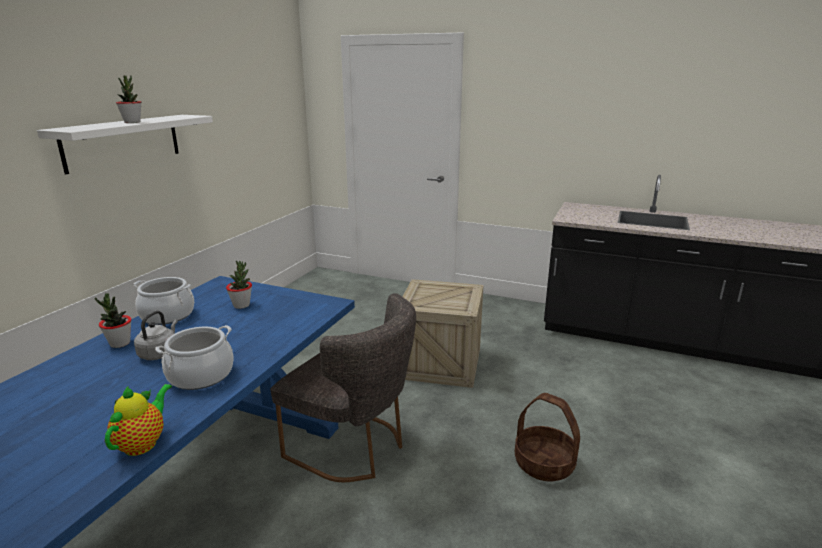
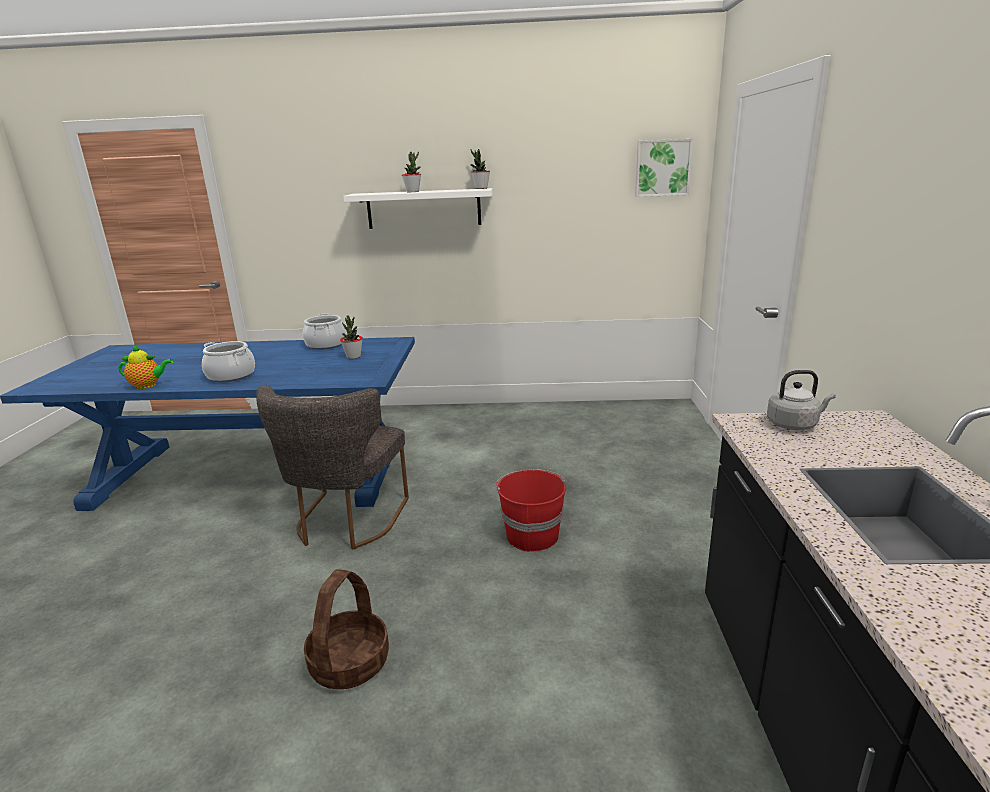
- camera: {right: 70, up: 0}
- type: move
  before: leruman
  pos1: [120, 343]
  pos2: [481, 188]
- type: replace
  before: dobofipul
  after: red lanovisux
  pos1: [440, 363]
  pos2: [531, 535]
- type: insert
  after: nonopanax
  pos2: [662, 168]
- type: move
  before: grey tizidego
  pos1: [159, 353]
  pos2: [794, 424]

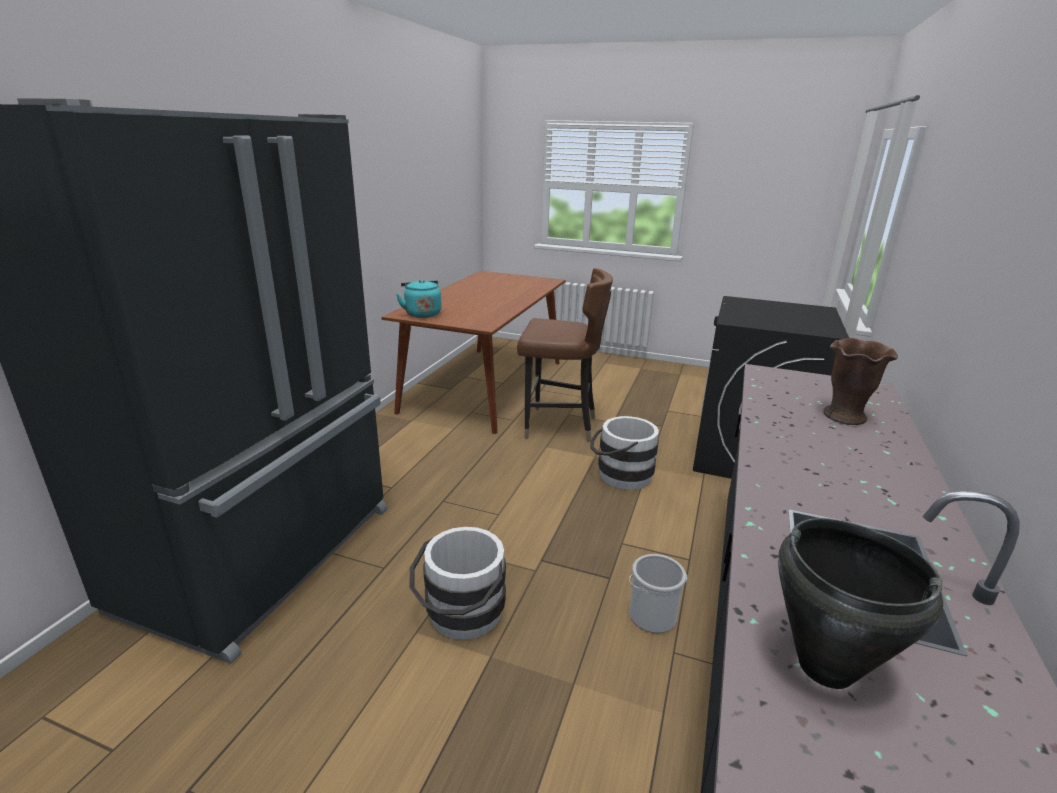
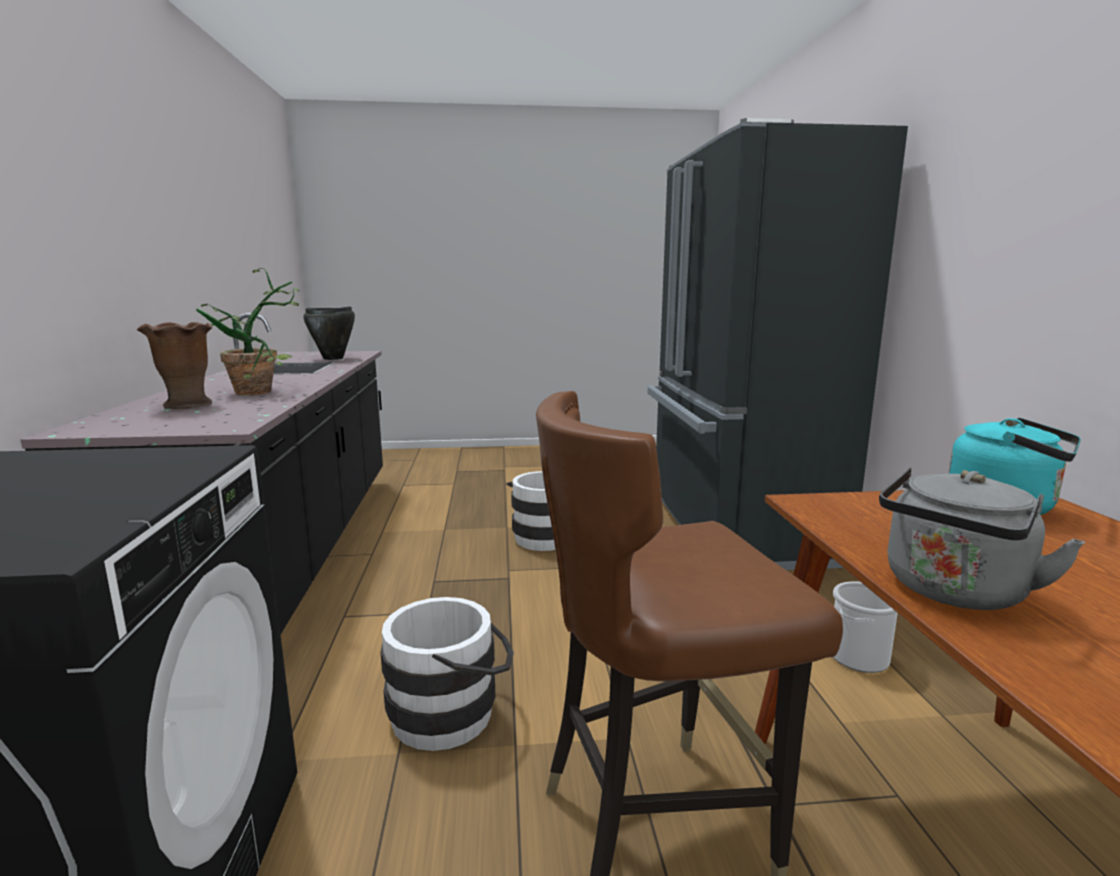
- camera: {right: 155, up: -10}
- type: insert
  after: leruman
  pos2: [264, 391]
- type: move
  before: lanovisux
  pos1: [652, 616]
  pos2: [858, 657]
- type: insert
  after: grey tizidego
  pos2: [952, 592]

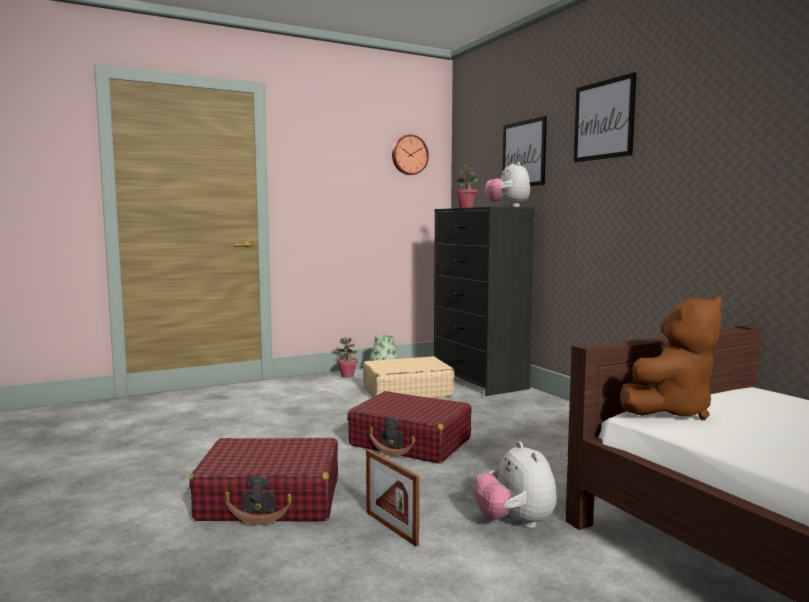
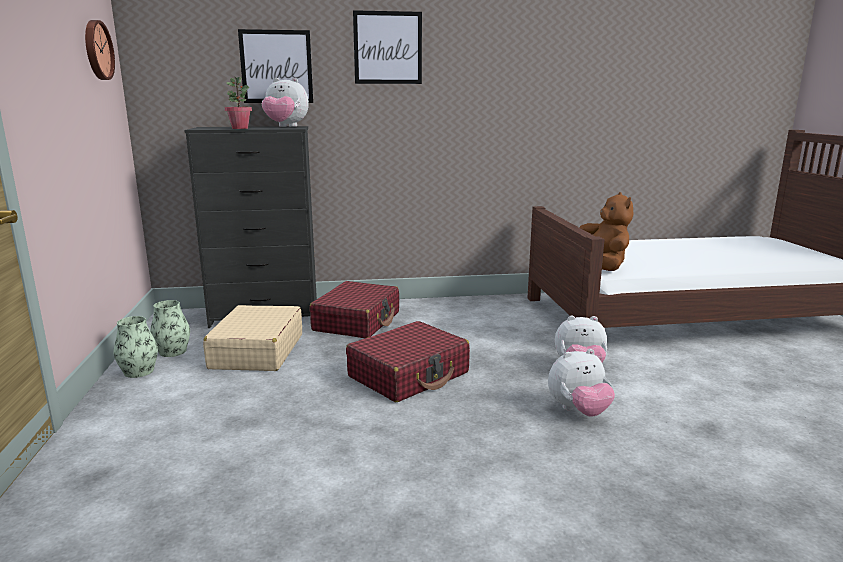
- camera: {right: -70, up: 10}
- type: replace
  before: leruman
  after: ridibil
  pos1: [347, 376]
  pos2: [139, 371]
- type: move
  before: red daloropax
  pos1: [271, 499]
  pos2: [357, 321]
- type: replace
  before: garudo
  after: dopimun
  pos1: [391, 528]
  pos2: [578, 411]

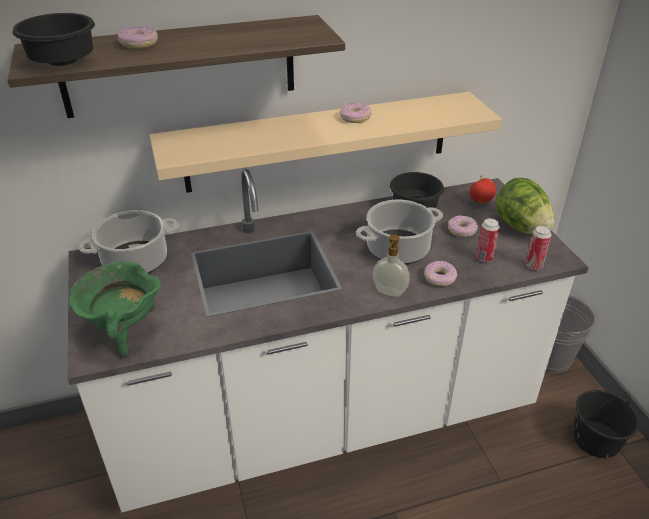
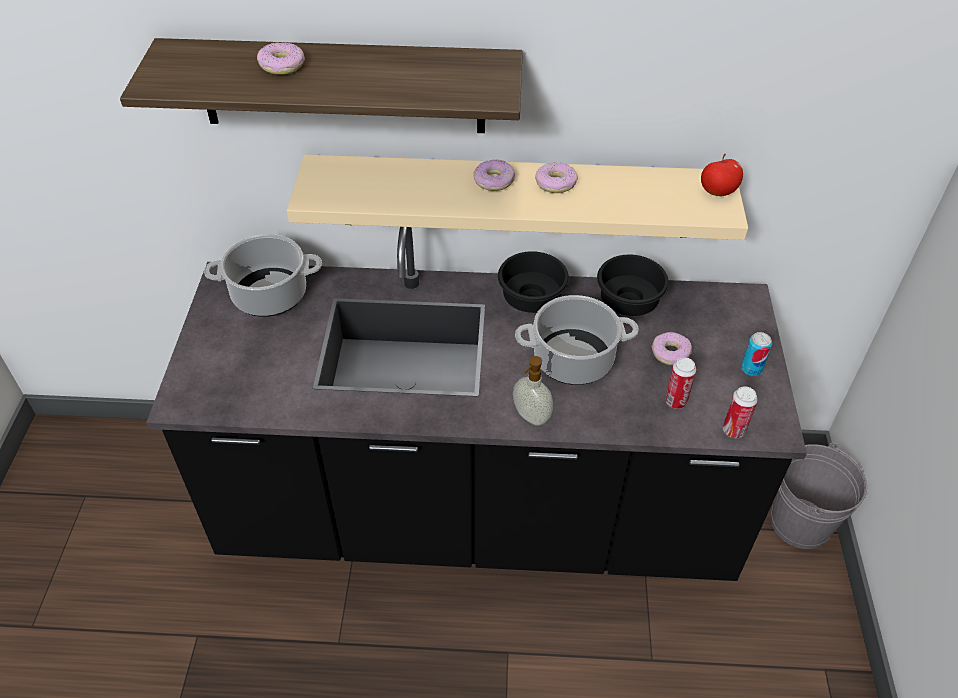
- camera: {right: 20, up: 10}
- type: recolor
  before: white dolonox
  after: black dolonox
  pos1: [324, 418]
  pos2: [477, 514]
- type: move
  before: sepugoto
  pos1: [440, 278]
  pos2: [494, 181]
- type: move
  before: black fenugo
  pos1: [63, 61]
  pos2: [532, 297]
- type: move
  before: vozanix
  pos1: [481, 201]
  pos2: [718, 192]
- type: replace
  before: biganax
  after: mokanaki
  pos1: [520, 227]
  pos2: [751, 368]
- type: delete
  before: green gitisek
  pos1: [124, 332]
- type: delete
  before: black lanovisux
  pos1: [596, 439]

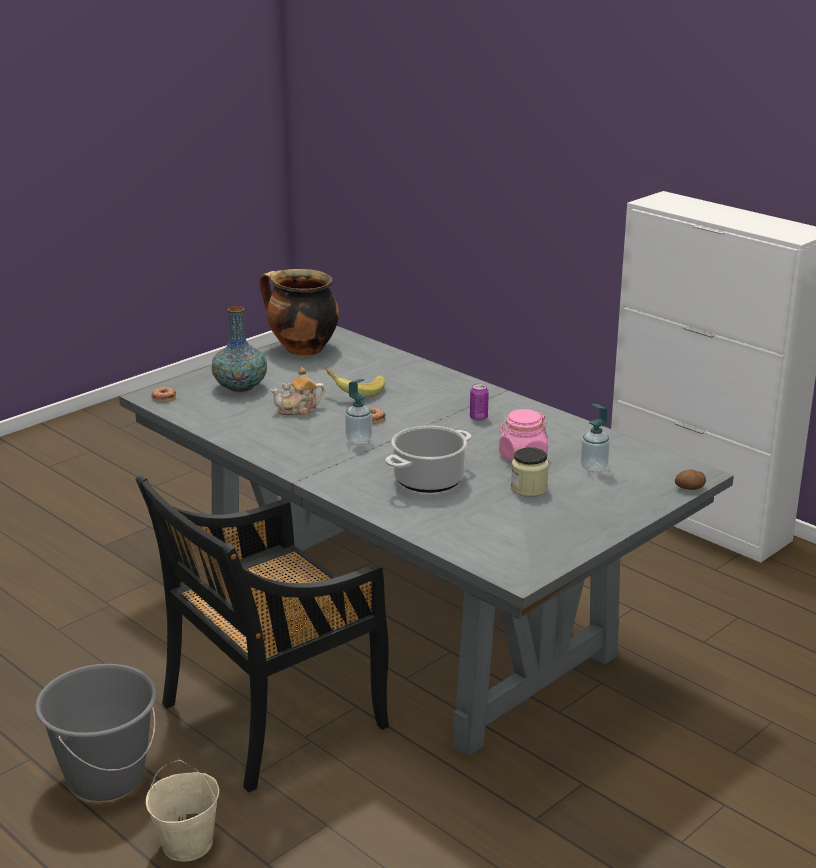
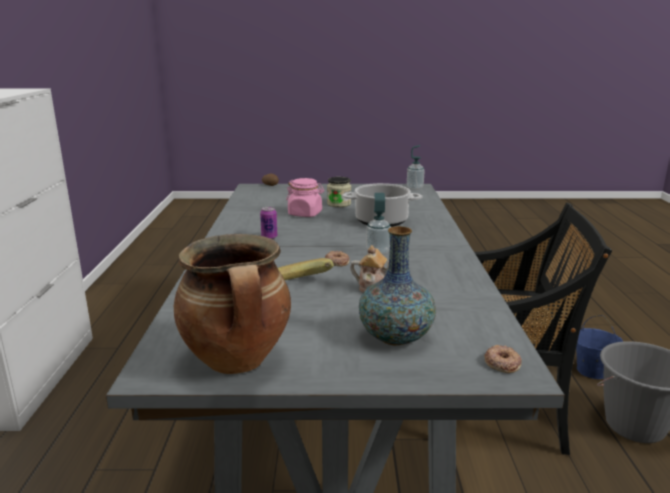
- camera: {right: -135, up: -5}
- type: move
  before: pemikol
  pos1: [594, 467]
  pos2: [414, 188]
- type: recolor
  before: beige lanovisux
  after: blue lanovisux
  pos1: [187, 843]
  pos2: [592, 371]

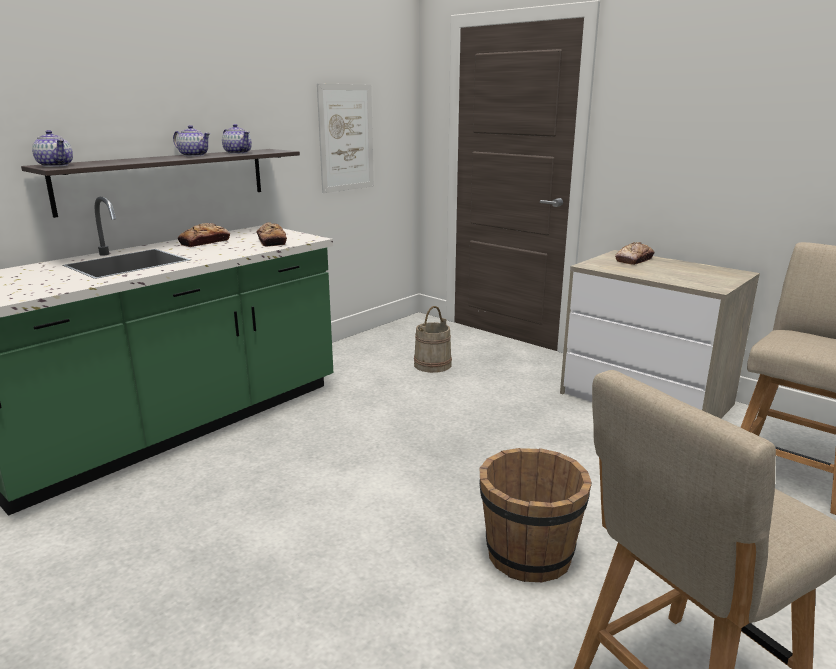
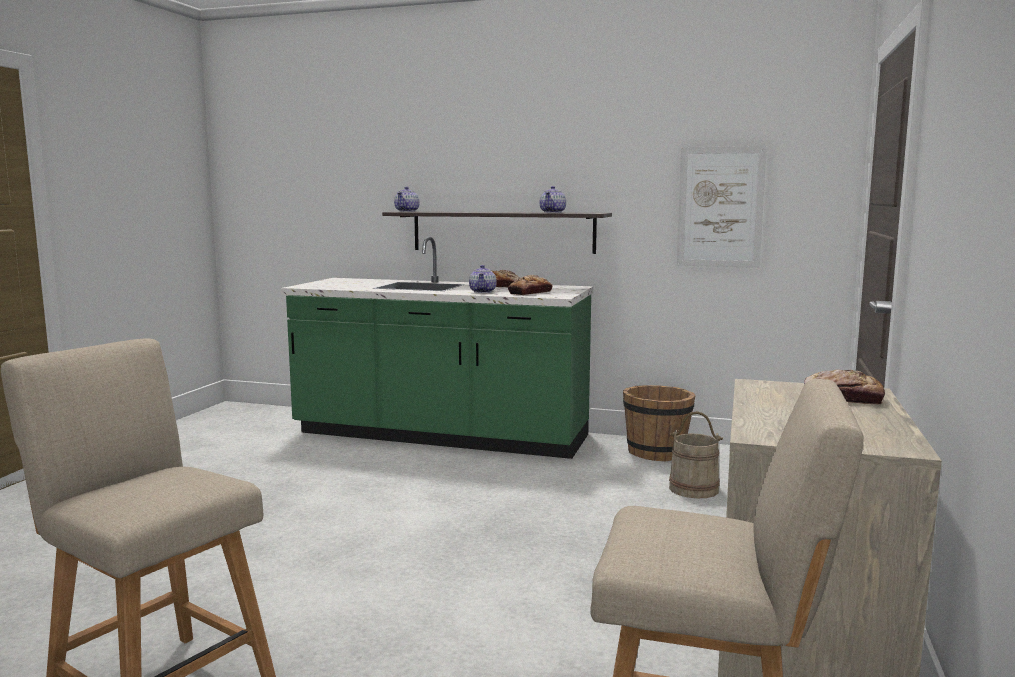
- camera: {right: 65, up: -10}
- type: move
  before: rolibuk
  pos1: [193, 155]
  pos2: [483, 291]
- type: move
  before: brown lanovisux
  pos1: [528, 554]
  pos2: [656, 452]

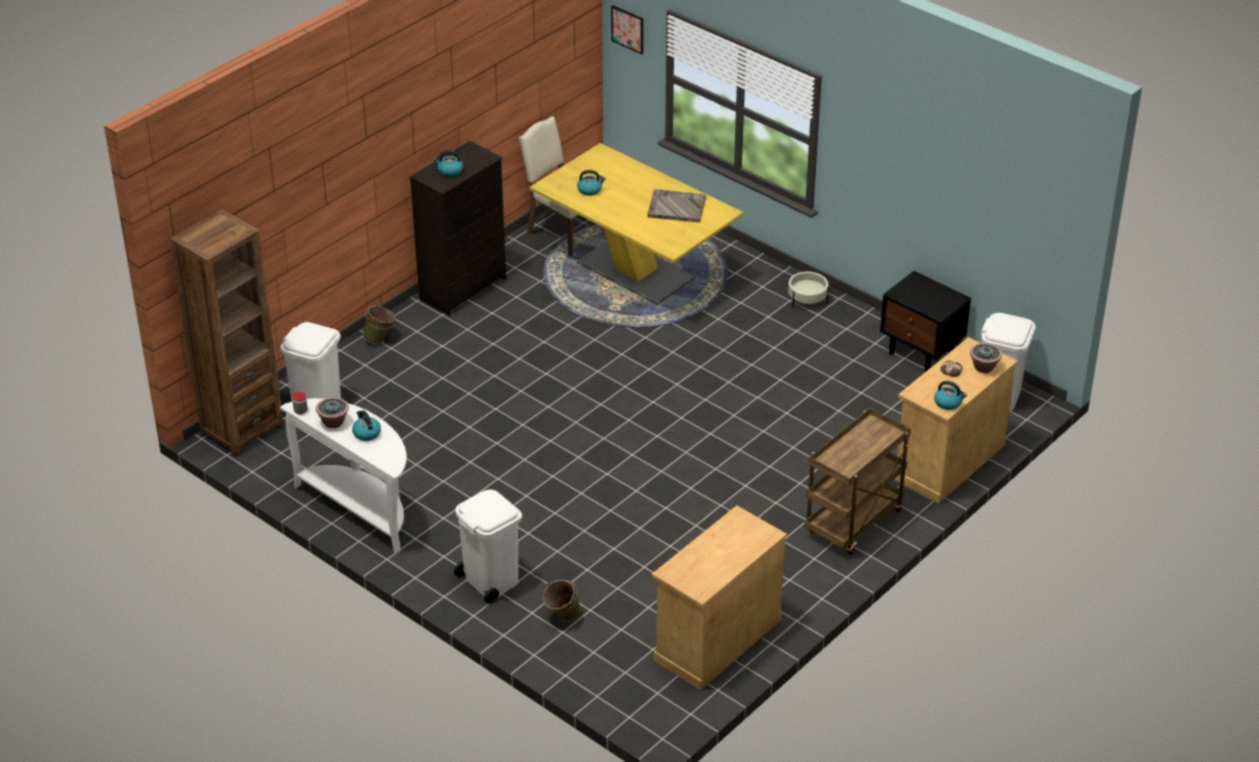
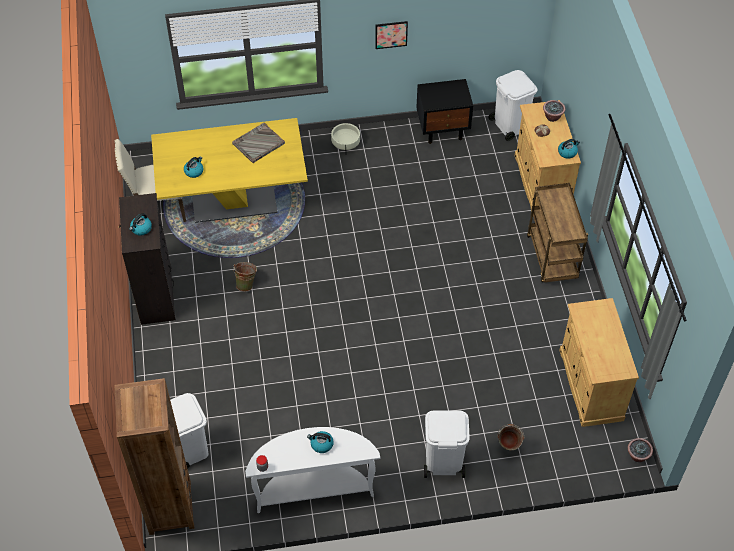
- camera: {right: -50, up: 15}
- type: move
  before: green lanovisux
  pos1: [380, 339]
  pos2: [246, 284]
- type: move
  before: nonopanax
  pos1: [627, 29]
  pos2: [391, 34]
- type: move
  before: leruman
  pos1: [333, 422]
  pos2: [637, 456]

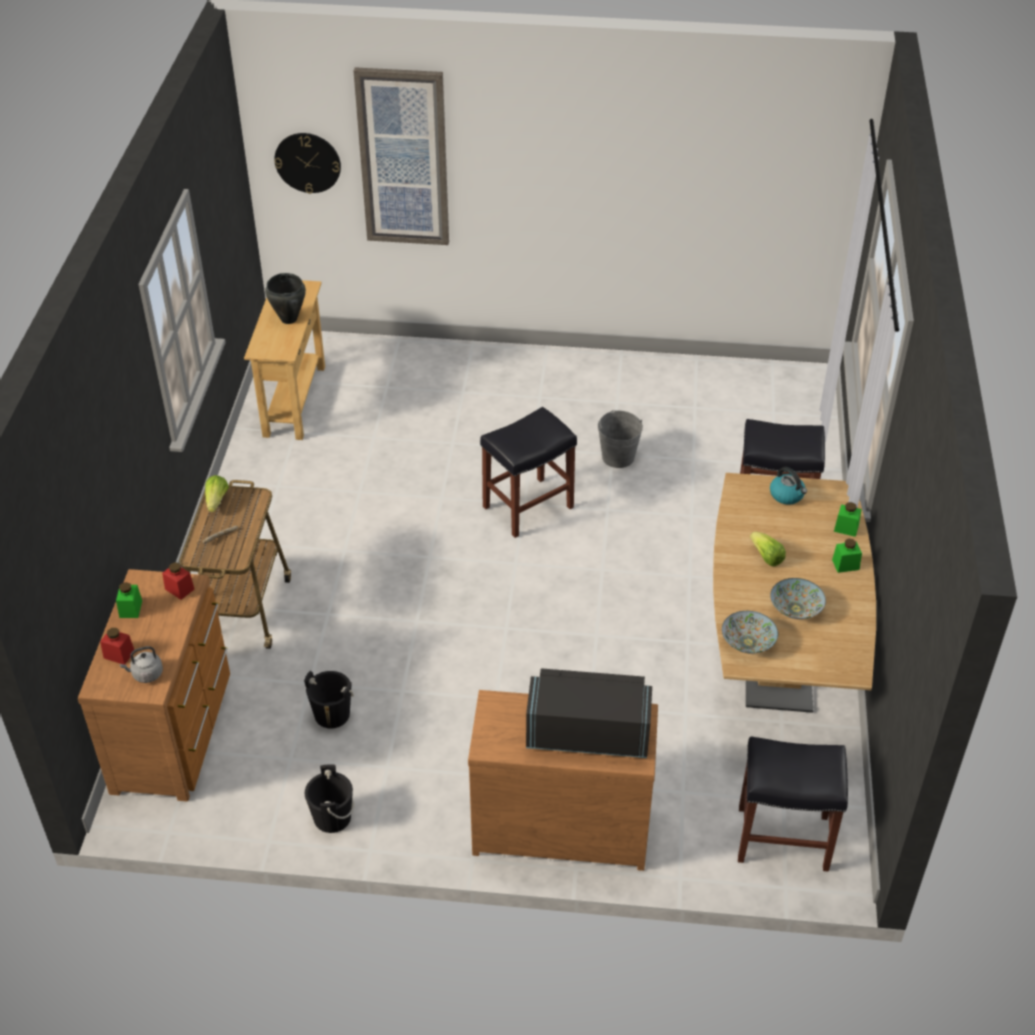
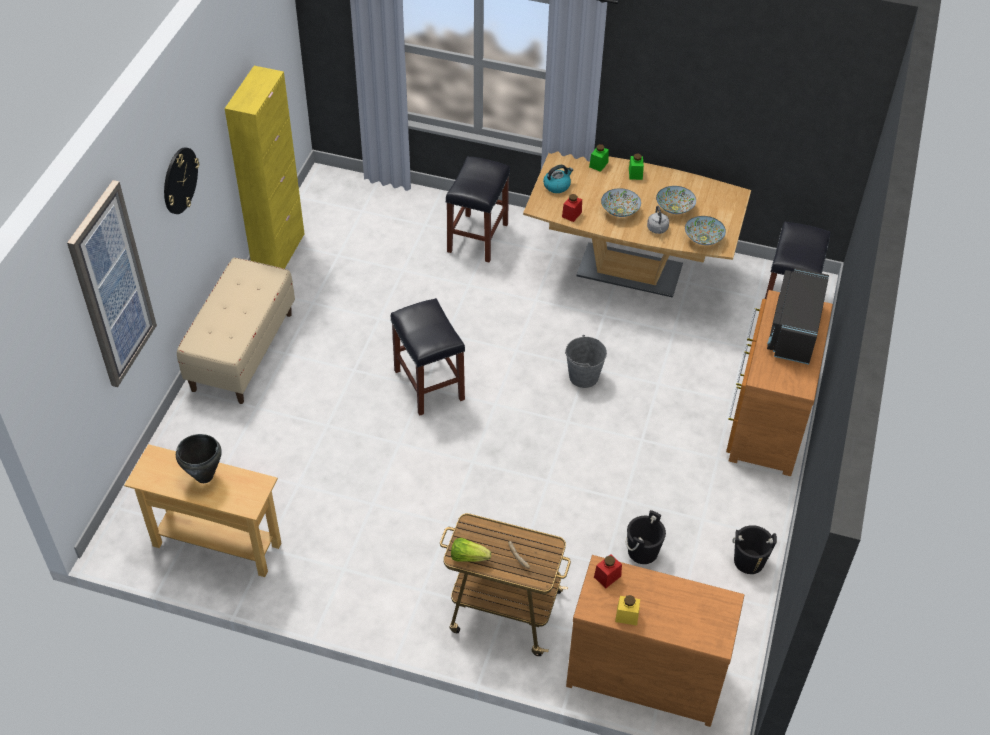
- camera: {right: -80, up: 5}
- type: move
  before: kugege
  pos1: [308, 162]
  pos2: [179, 180]
- type: insert
  after: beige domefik
  pos2: [242, 351]
- type: insert
  after: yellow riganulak
  pos2: [279, 252]
- type: move
  before: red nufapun
  pos1: [119, 654]
  pos2: [571, 214]
- type: move
  before: grey lanovisux
  pos1: [618, 457]
  pos2: [583, 376]
- type: replace
  before: biganax
  after: fenugo
  pos1: [766, 557]
  pos2: [620, 211]
- type: recolor
  before: green nufapun
  after: yellow nufapun
  pos1: [131, 609]
  pos2: [627, 616]
- type: move
  before: grey tizidego
  pos1: [146, 674]
  pos2: [657, 229]

